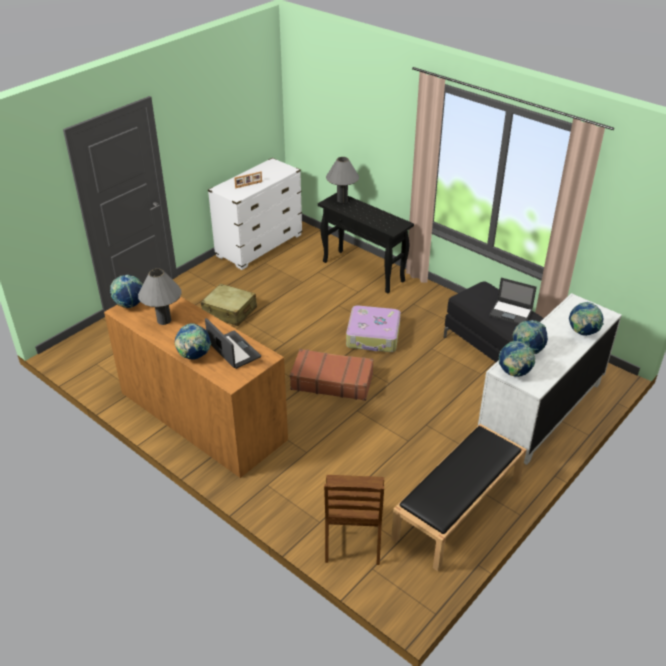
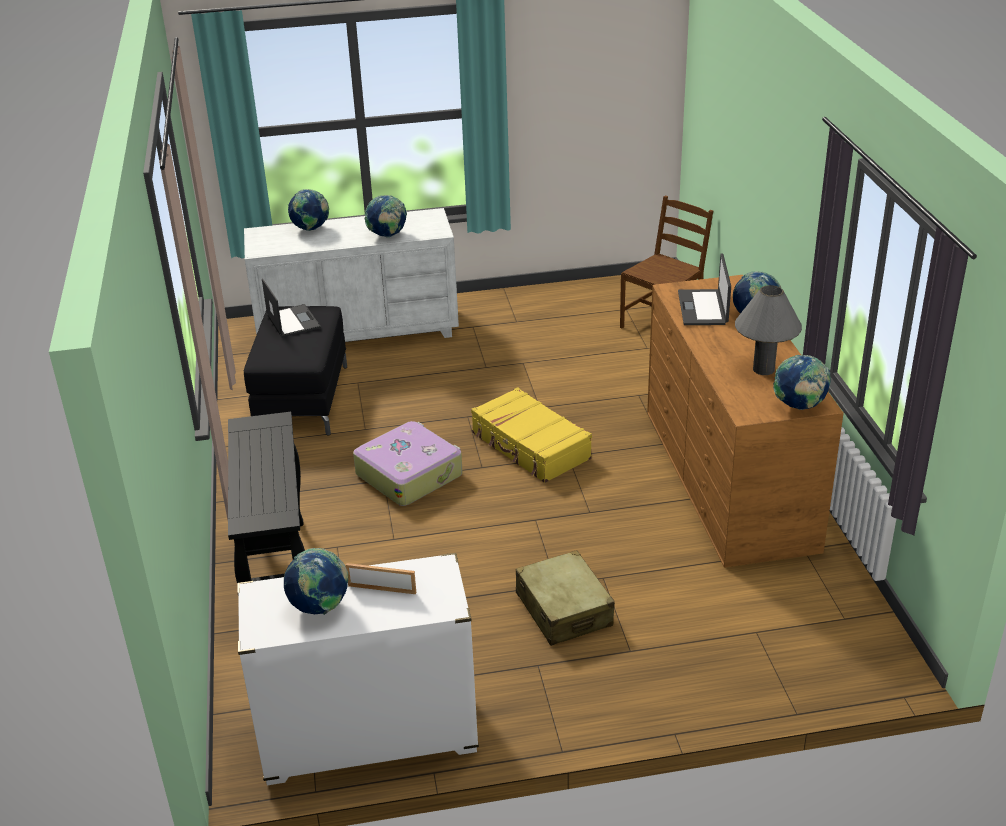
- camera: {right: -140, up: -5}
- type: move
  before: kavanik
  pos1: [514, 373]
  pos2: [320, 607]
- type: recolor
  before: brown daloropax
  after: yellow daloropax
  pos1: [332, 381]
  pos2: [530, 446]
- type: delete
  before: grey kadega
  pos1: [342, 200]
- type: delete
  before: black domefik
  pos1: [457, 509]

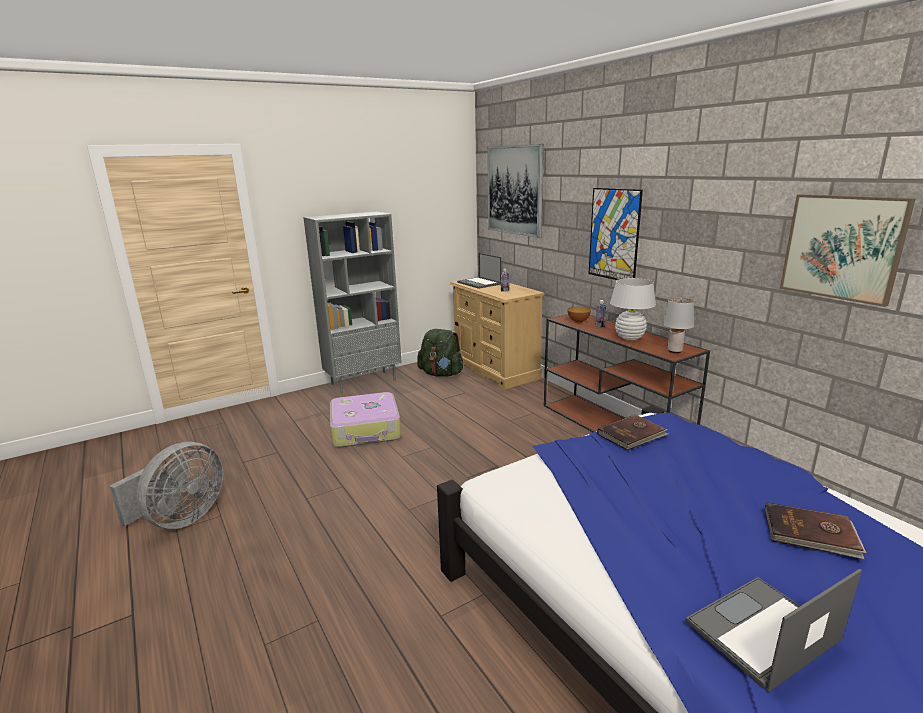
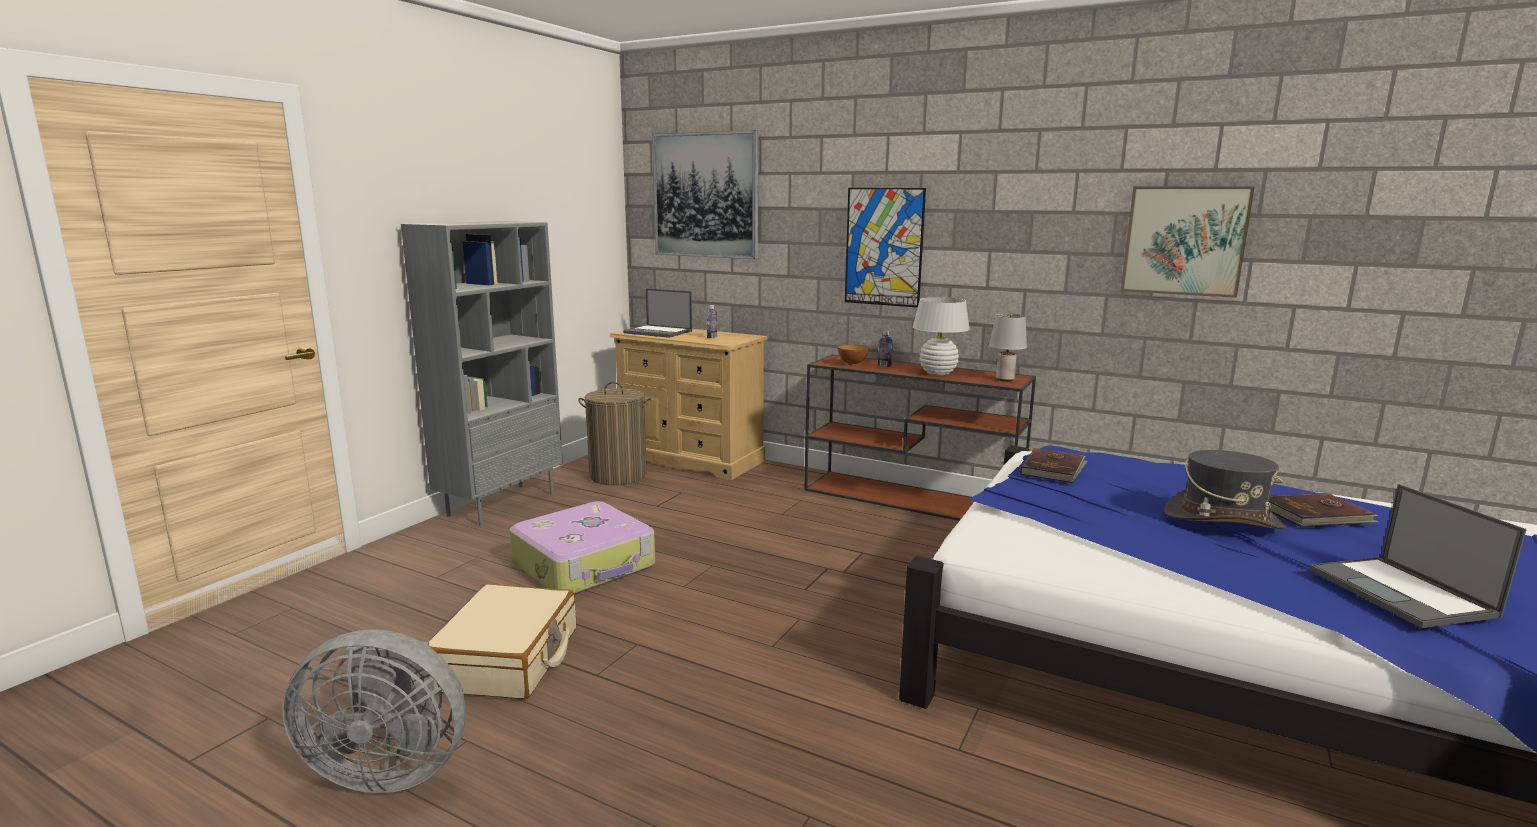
- camera: {right: -30, up: -5}
- type: rotate
  before: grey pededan
  pos1: [180, 519]
  pos2: [390, 769]
  turn: 90
- type: insert
  after: beige daloropax
  pos2: [507, 659]
- type: replace
  before: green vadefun
  after: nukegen
  pos1: [441, 374]
  pos2: [618, 475]
- type: insert
  after: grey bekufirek
  pos2: [1222, 519]
- type: rotate
  before: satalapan
  pos1: [761, 632]
  pos2: [1402, 593]
  turn: -45

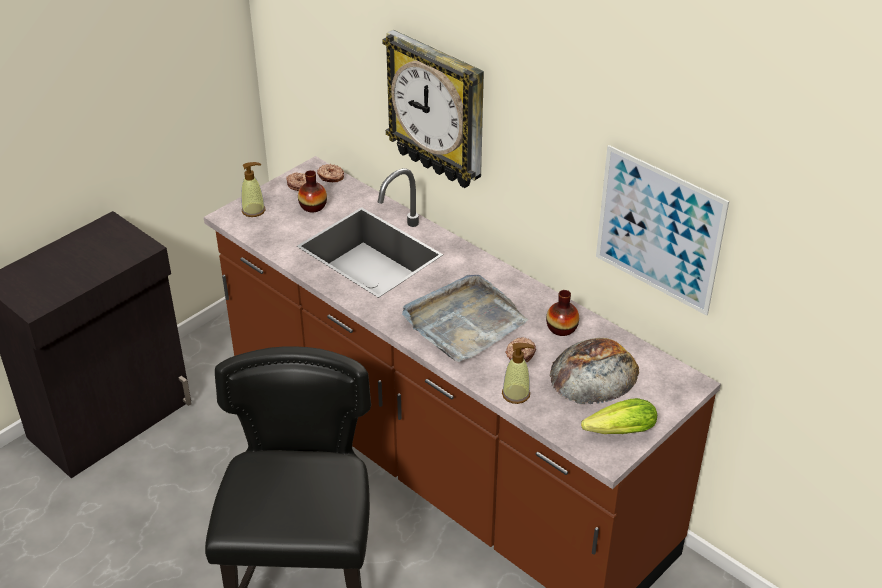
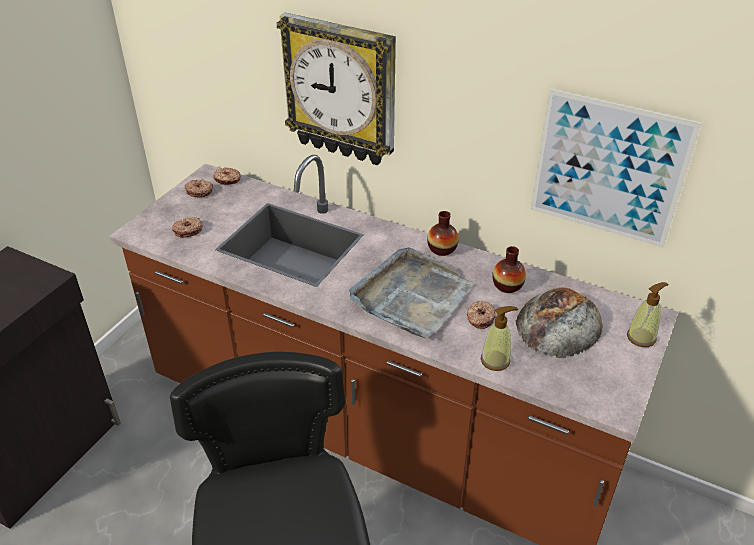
- camera: {right: -15, up: 0}
- type: insert
  after: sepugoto
  pos2: [188, 230]
- type: move
  before: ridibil
  pos1: [313, 206]
  pos2: [442, 249]
- type: move
  before: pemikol
  pos1: [254, 210]
  pos2: [641, 337]
- type: delete
  before: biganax
  pos1: [616, 432]

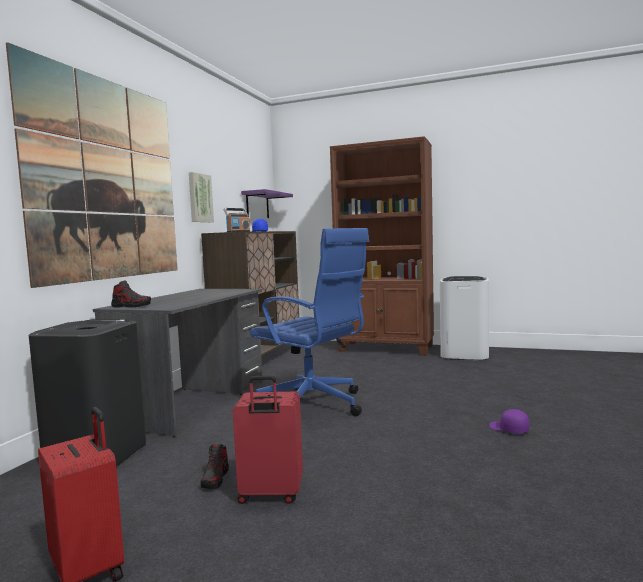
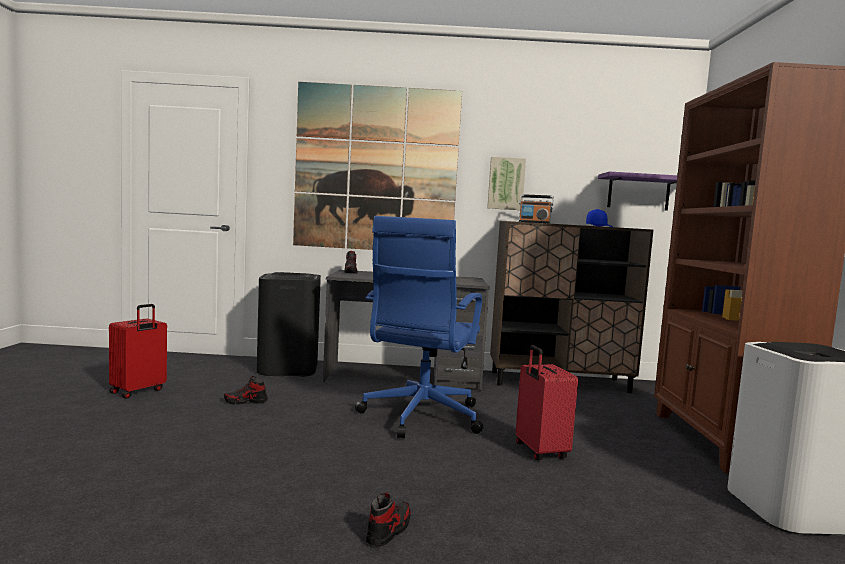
- camera: {right: 70, up: 0}
- type: replace
  before: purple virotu
  after: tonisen
  pos1: [508, 429]
  pos2: [388, 530]
- type: move
  before: red daloropax
  pos1: [270, 495]
  pos2: [539, 451]

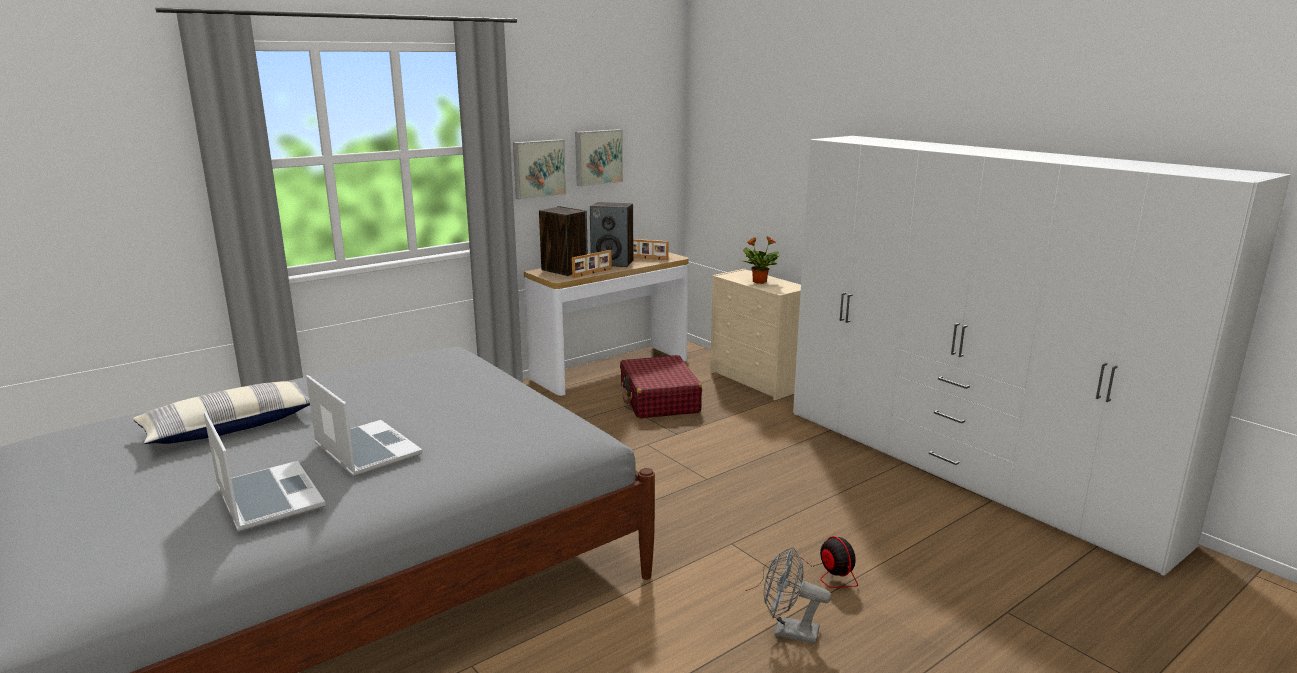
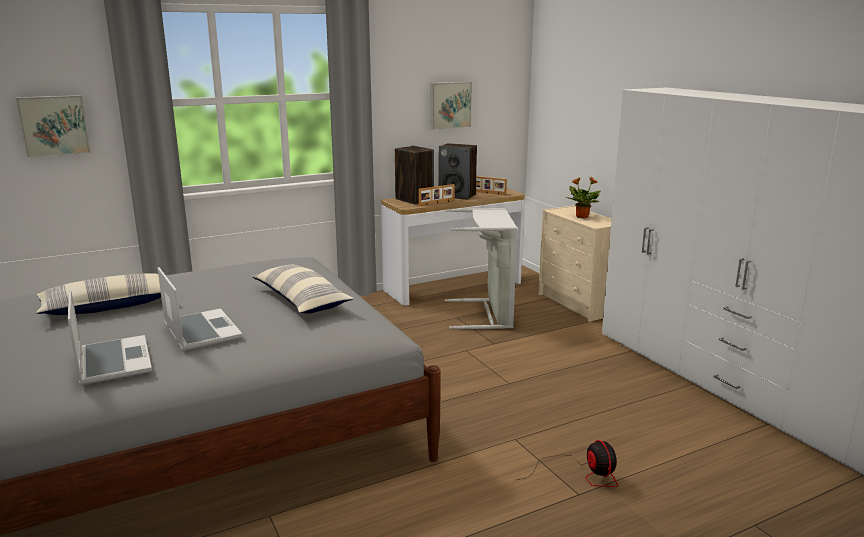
- camera: {right: 10, up: 0}
- type: move
  before: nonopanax
  pos1: [538, 168]
  pos2: [54, 125]
- type: insert
  after: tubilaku
  pos2: [301, 300]
- type: replace
  before: red daloropax
  after: grey nukegen
  pos1: [659, 400]
  pos2: [487, 314]
- type: delete
  before: grey pededan
  pos1: [789, 632]

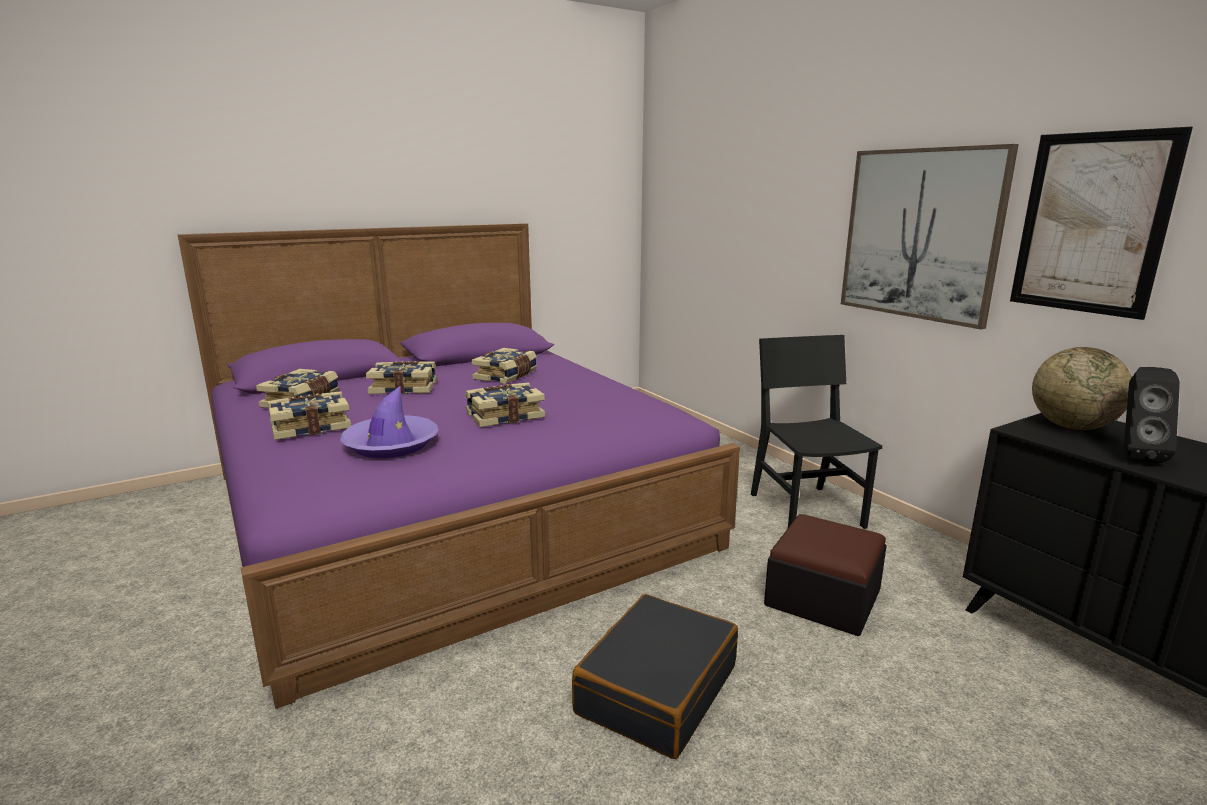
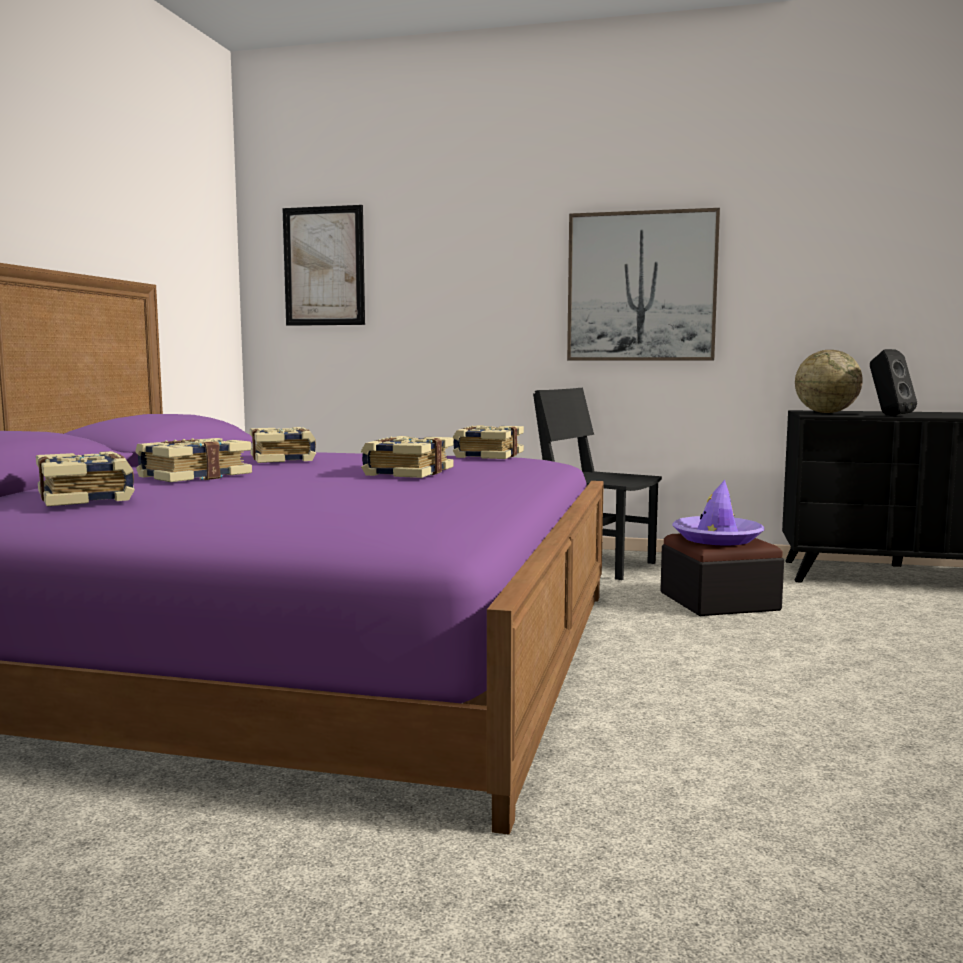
- camera: {right: -45, up: -10}
- type: move
  before: nonopanax
  pos1: [1091, 223]
  pos2: [324, 266]
- type: move
  before: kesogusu
  pos1: [310, 427]
  pos2: [487, 456]
- type: move
  before: purple bekufirek
  pos1: [391, 445]
  pos2: [717, 538]
- type: delete
  before: black daloropax
  pos1: [656, 689]

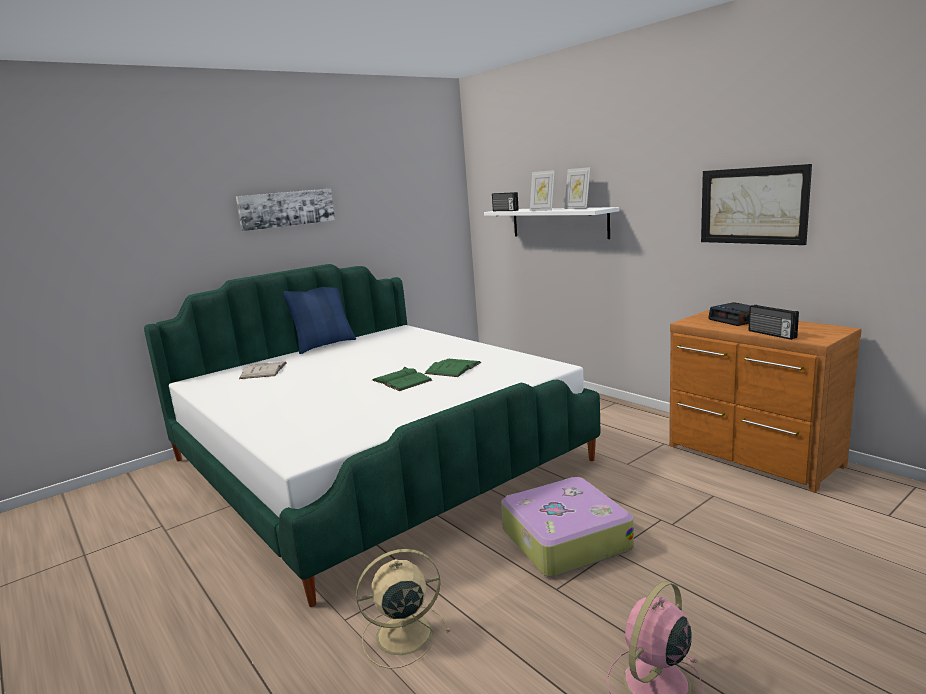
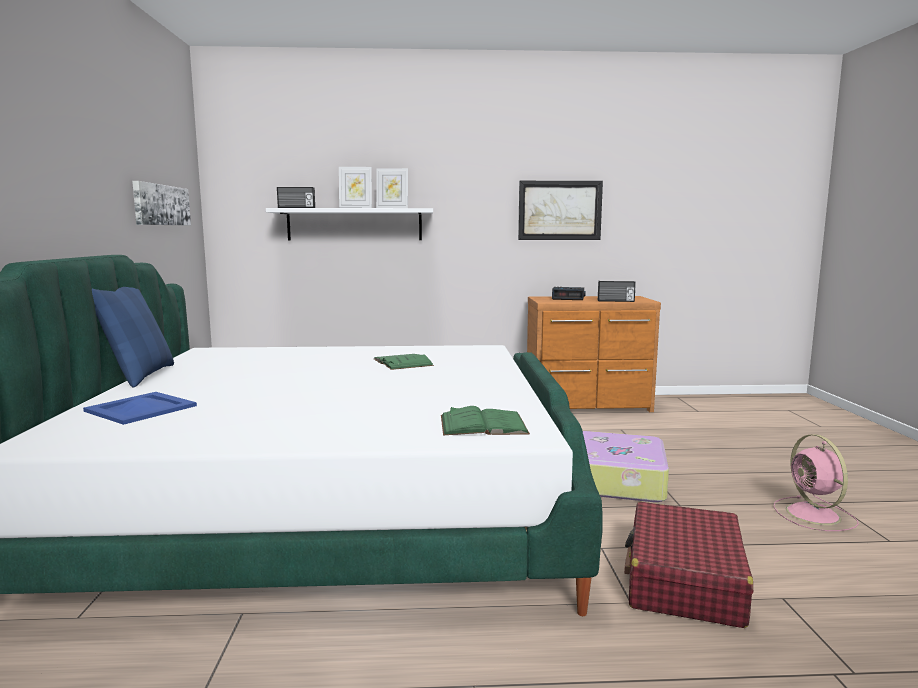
- camera: {right: -55, up: -5}
- type: replace
  before: white kesogusu
  after: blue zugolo
  pos1: [263, 370]
  pos2: [140, 408]
- type: move
  before: nonopanax
  pos1: [287, 209]
  pos2: [161, 205]
- type: move
  before: green kesogusu
  pos1: [401, 380]
  pos2: [483, 424]
- type: replace
  before: beige pededan
  after: red daloropax
  pos1: [401, 635]
  pos2: [684, 581]

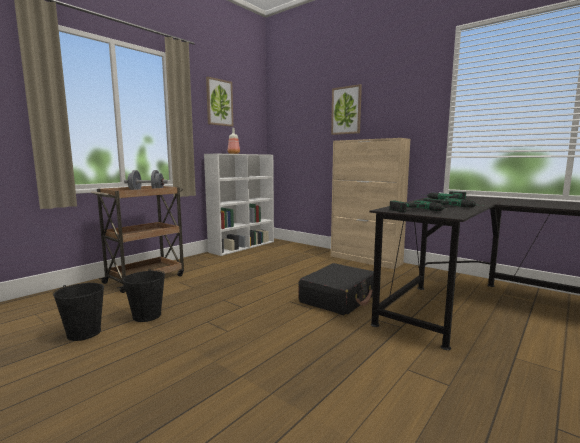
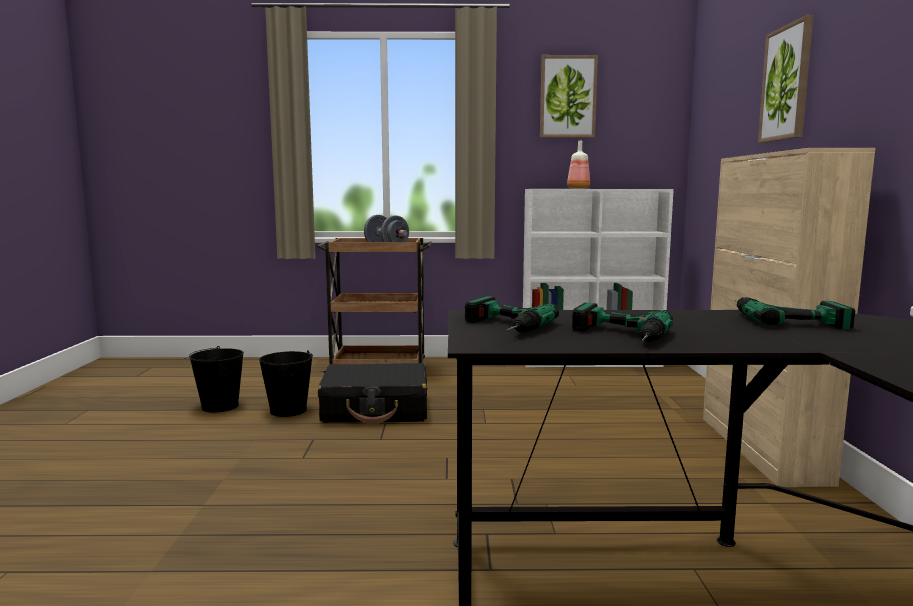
- camera: {right: 50, up: 0}
- type: move
  before: black daloropax
  pos1: [339, 298]
  pos2: [376, 409]

